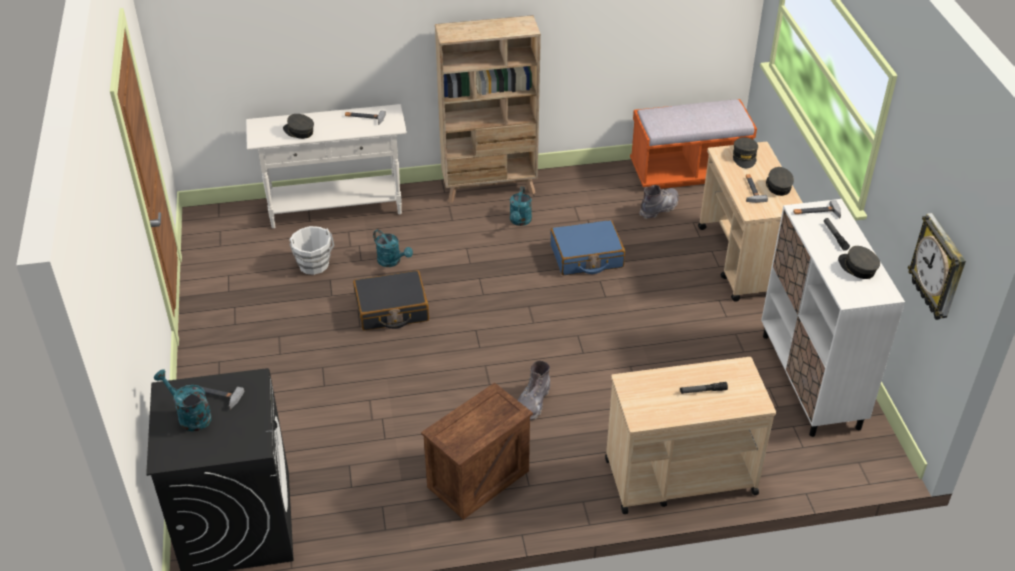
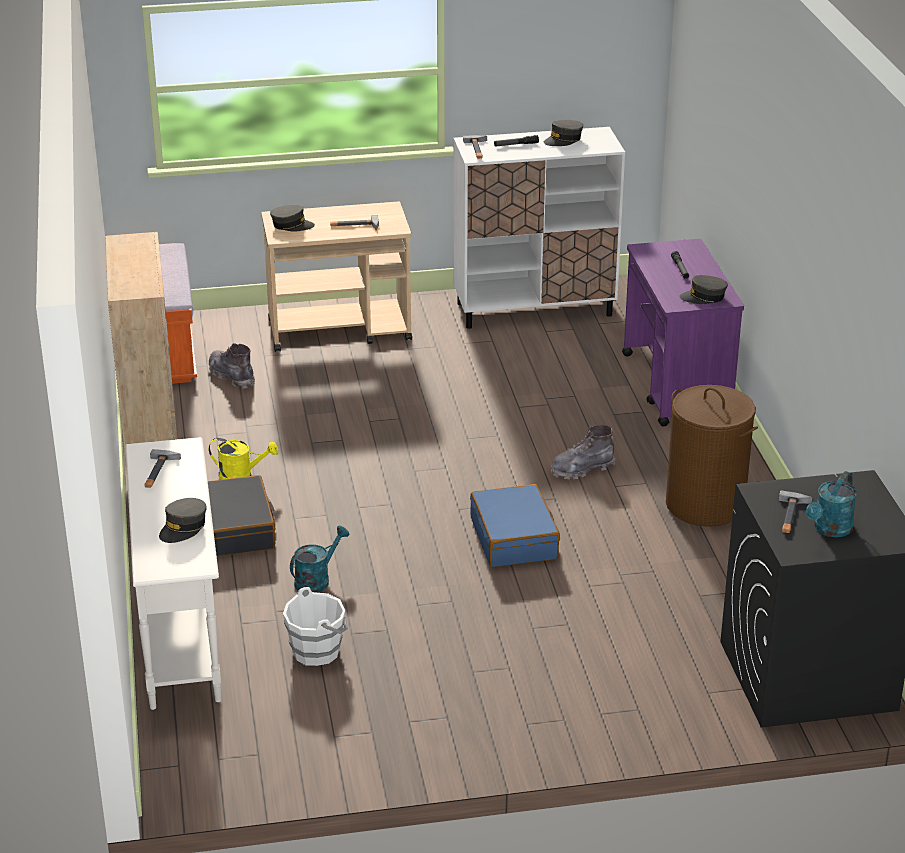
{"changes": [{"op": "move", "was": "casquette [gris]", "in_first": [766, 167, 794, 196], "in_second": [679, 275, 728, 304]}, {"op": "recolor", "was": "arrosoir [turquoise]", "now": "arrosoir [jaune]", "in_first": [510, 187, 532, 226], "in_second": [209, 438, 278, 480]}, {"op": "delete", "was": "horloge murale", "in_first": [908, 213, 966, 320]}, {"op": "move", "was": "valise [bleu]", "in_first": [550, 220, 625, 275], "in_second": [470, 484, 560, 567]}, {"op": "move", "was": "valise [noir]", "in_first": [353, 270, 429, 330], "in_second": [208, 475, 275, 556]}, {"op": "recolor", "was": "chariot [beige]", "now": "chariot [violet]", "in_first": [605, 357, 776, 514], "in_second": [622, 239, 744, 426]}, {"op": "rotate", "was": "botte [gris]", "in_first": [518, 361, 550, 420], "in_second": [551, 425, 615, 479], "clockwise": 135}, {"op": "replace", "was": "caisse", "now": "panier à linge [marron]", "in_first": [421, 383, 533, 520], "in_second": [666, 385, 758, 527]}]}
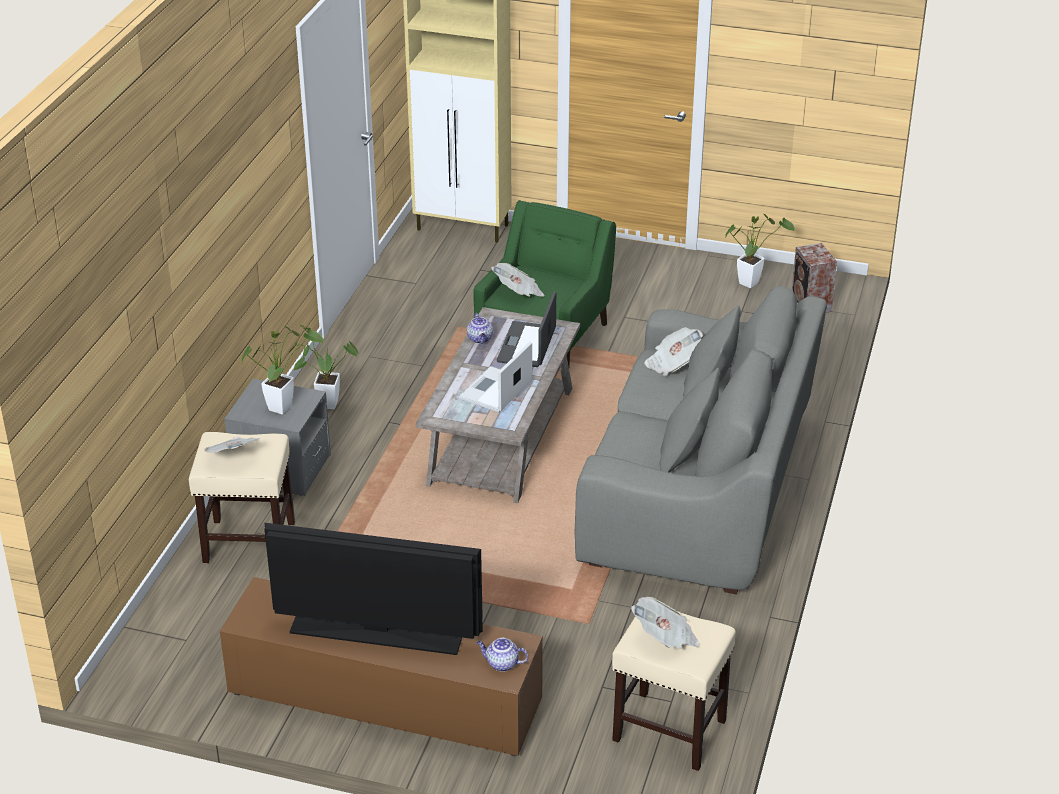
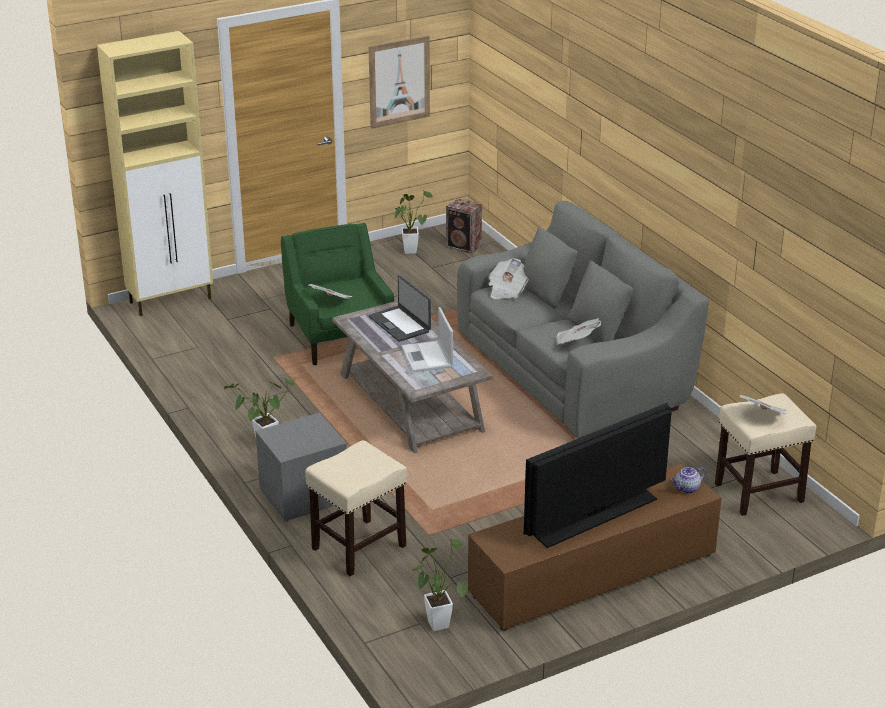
{"changes": [{"op": "delete", "was": "théière", "in_first": [467, 313, 493, 344]}, {"op": "move", "was": "plante en pot", "in_first": [242, 326, 323, 415], "in_second": [412, 539, 468, 631]}, {"op": "move", "was": "journal", "in_first": [204, 437, 260, 453], "in_second": [556, 318, 601, 345]}, {"op": "insert", "now": "tableau", "in_second": [368, 35, 430, 129]}]}
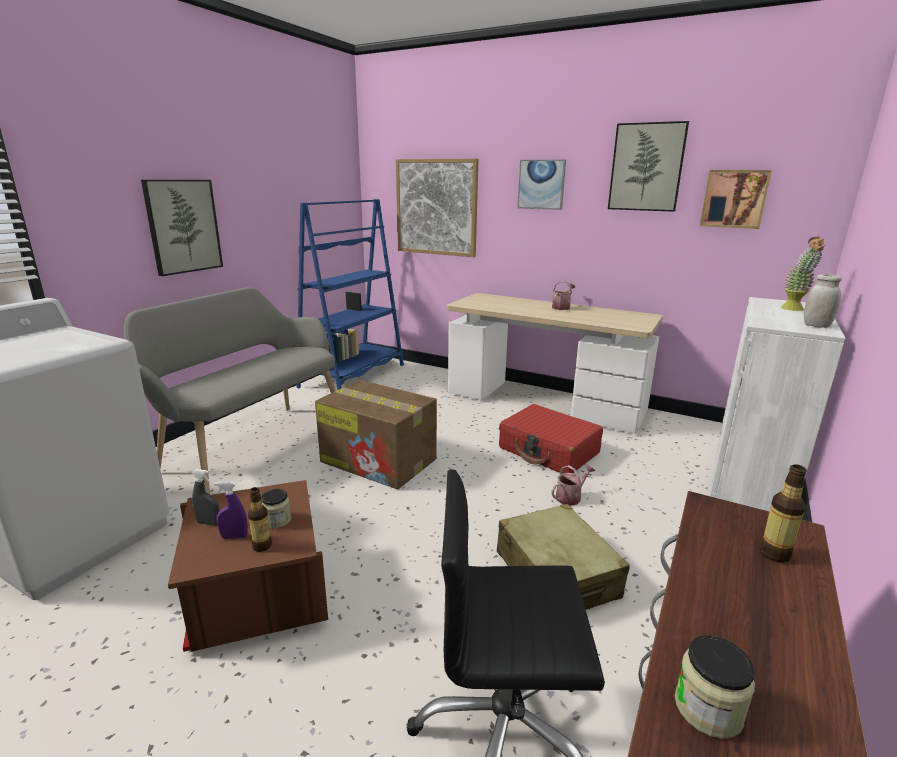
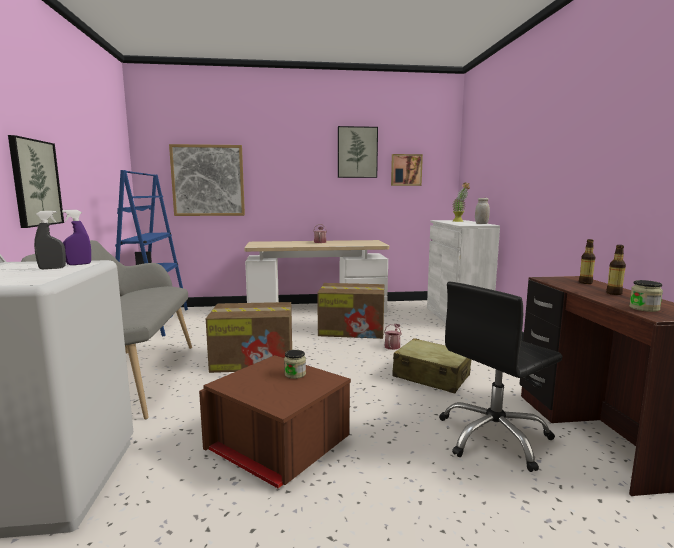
{"changes": [{"op": "delete", "was": "tableau", "in_first": [517, 160, 566, 210]}, {"op": "replace", "was": "valise [rouge]", "now": "carton", "in_first": [499, 404, 603, 473], "in_second": [317, 283, 384, 339]}, {"op": "move", "was": "vaporisateur [gris]", "in_first": [191, 469, 220, 526], "in_second": [34, 211, 66, 269]}, {"op": "move", "was": "vaporisateur [violet]", "in_first": [214, 482, 248, 539], "in_second": [62, 210, 91, 265]}, {"op": "move", "was": "bouteille", "in_first": [248, 487, 272, 552], "in_second": [606, 245, 626, 295]}]}
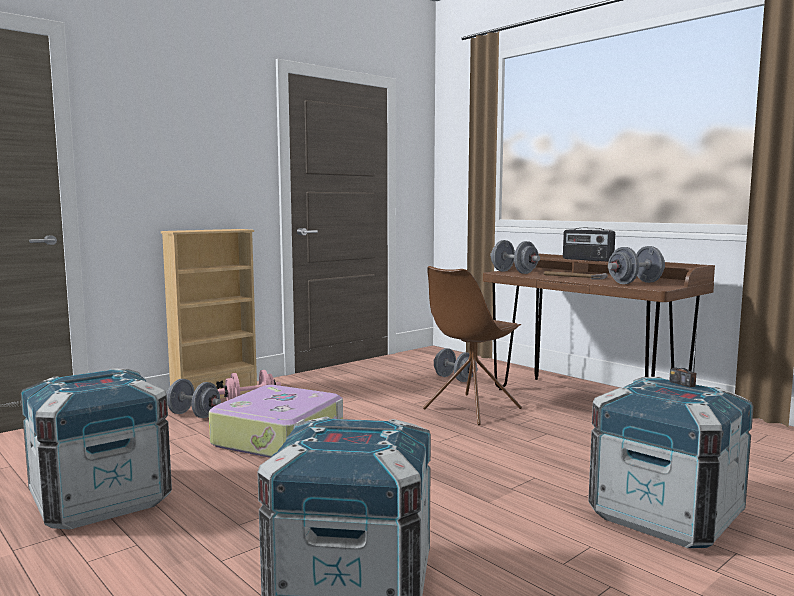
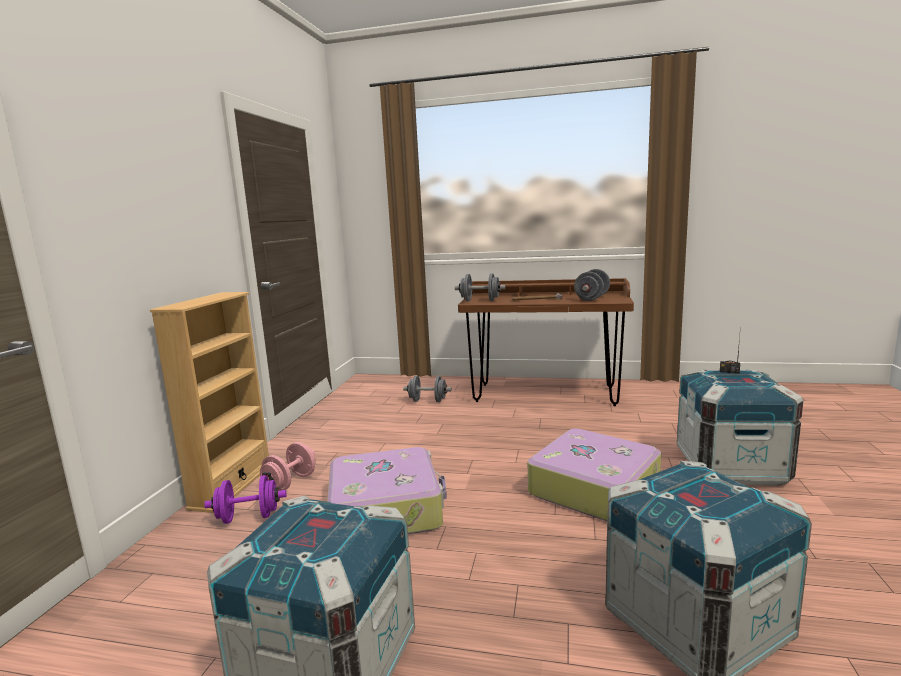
{"changes": [{"op": "delete", "was": "radio", "in_first": [563, 228, 615, 261]}, {"op": "delete", "was": "chaise [marron]", "in_first": [423, 266, 522, 425]}, {"op": "recolor", "was": "haltère [gris]", "now": "haltère [violet]", "in_first": [167, 379, 221, 418], "in_second": [204, 475, 286, 524]}, {"op": "insert", "now": "valise", "in_second": [527, 429, 661, 521]}]}
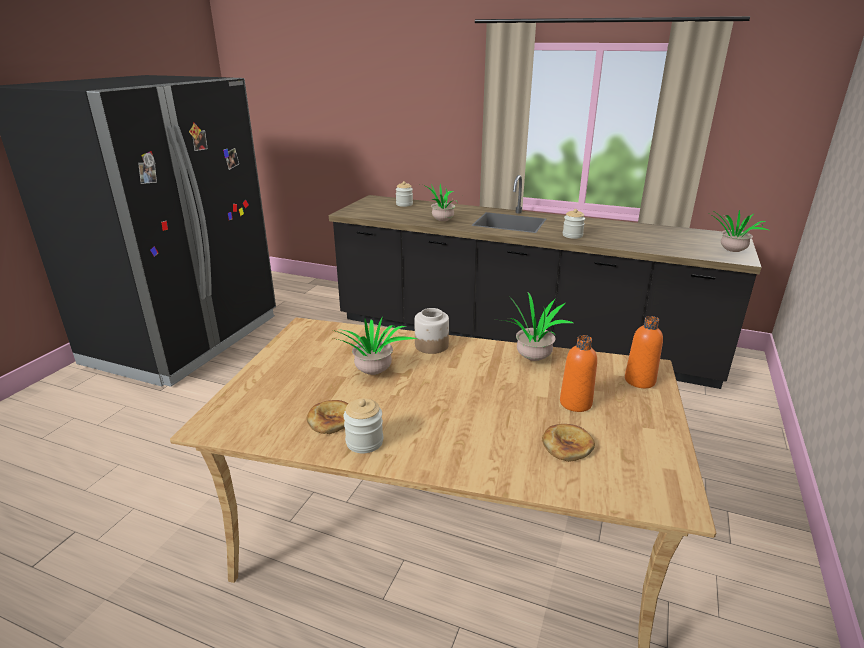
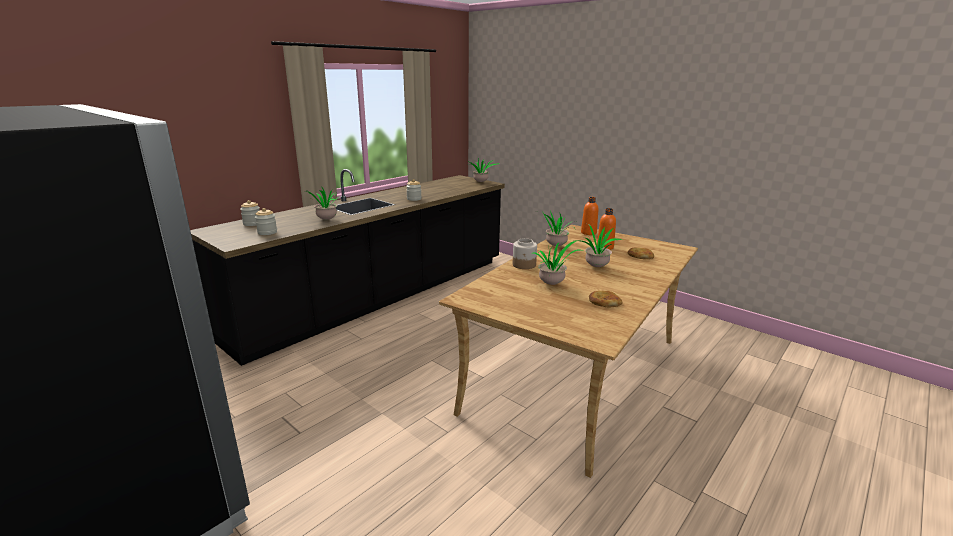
{"changes": [{"op": "move", "was": "bocal", "in_first": [343, 398, 383, 453], "in_second": [255, 208, 277, 235]}, {"op": "insert", "now": "plante en pot", "in_second": [574, 224, 622, 267]}]}
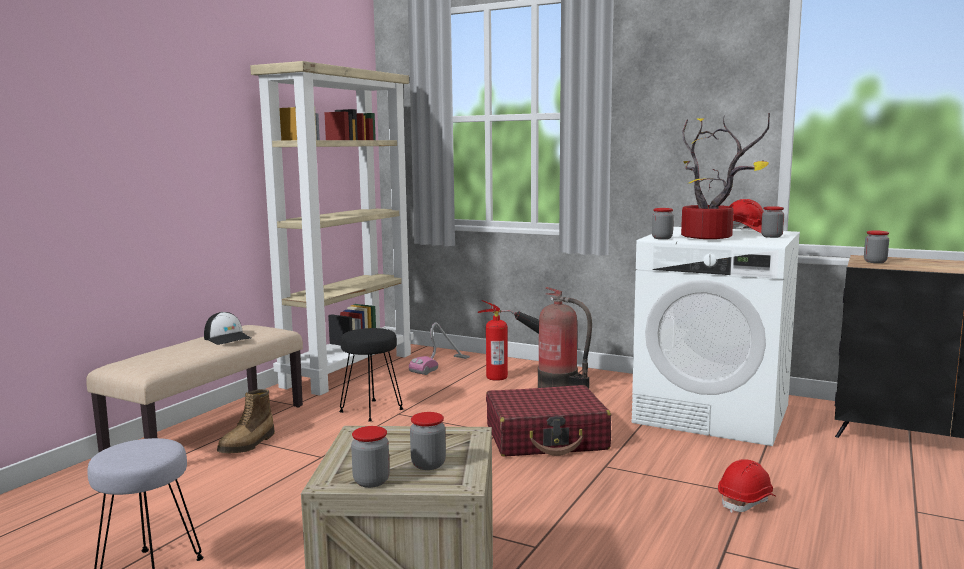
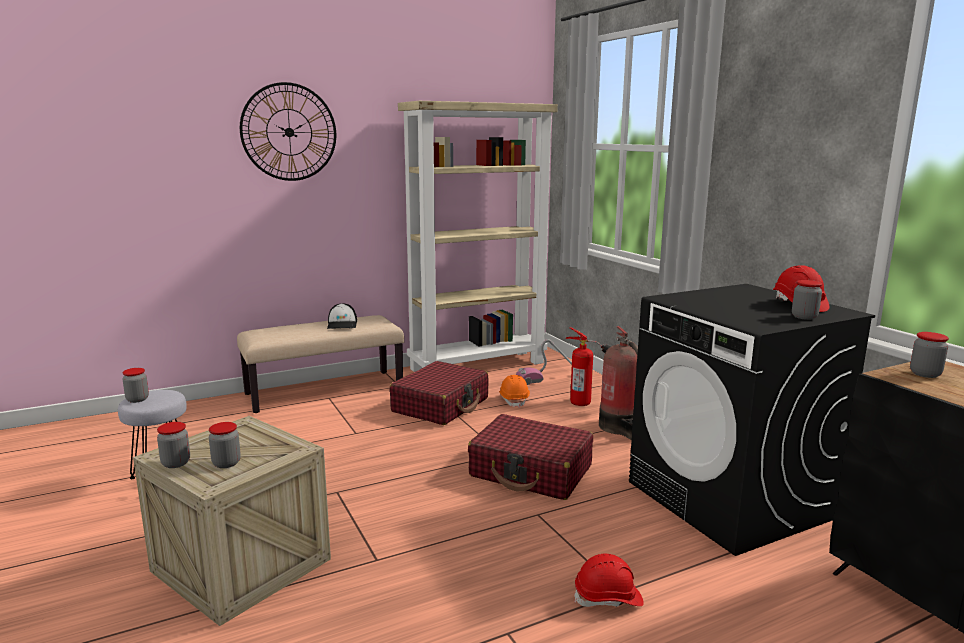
{"changes": [{"op": "delete", "was": "plante en pot", "in_first": [681, 113, 770, 239]}, {"op": "move", "was": "bocal", "in_first": [652, 208, 674, 239], "in_second": [122, 368, 149, 403]}, {"op": "recolor", "was": "lave-linge [blanc]", "now": "lave-linge [noir]", "in_first": [632, 227, 800, 446], "in_second": [629, 284, 875, 556]}, {"op": "replace", "was": "tabouret [noir]", "now": "valise [rouge]", "in_first": [339, 328, 403, 422], "in_second": [390, 361, 488, 425]}, {"op": "delete", "was": "botte", "in_first": [217, 389, 275, 453]}, {"op": "insert", "now": "horloge murale", "in_second": [240, 82, 336, 181]}, {"op": "insert", "now": "casque de chantier [orange]", "in_second": [499, 375, 530, 408]}]}
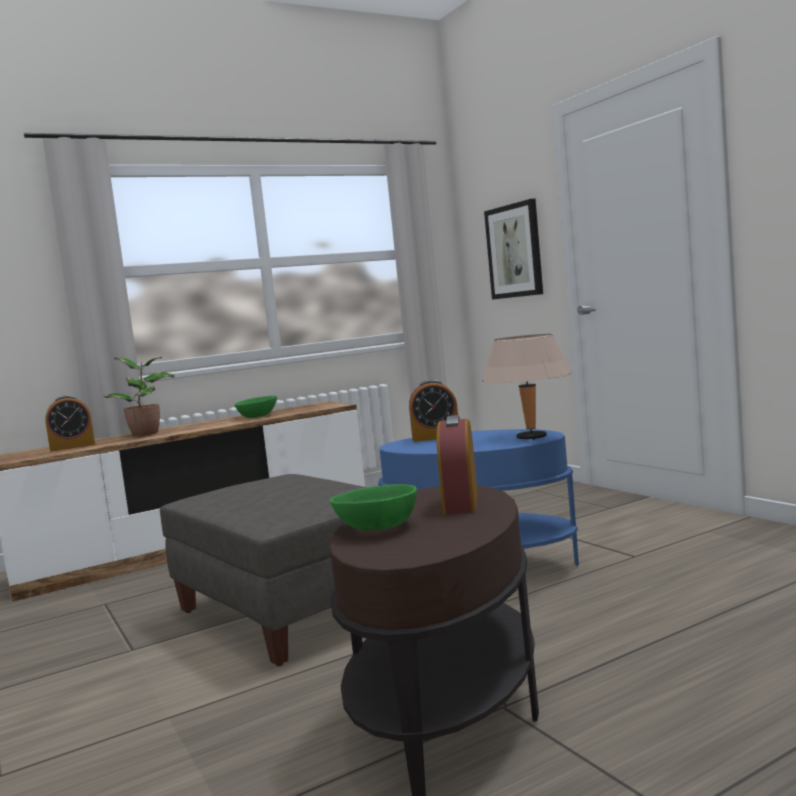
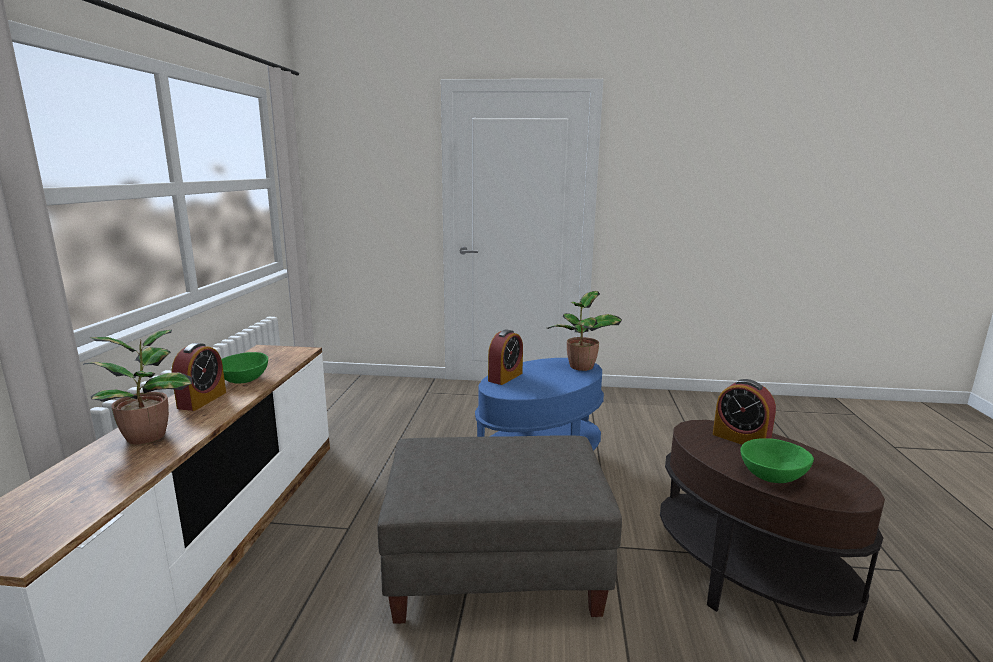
{"changes": [{"op": "delete", "was": "tableau", "in_first": [484, 199, 543, 300]}, {"op": "replace", "was": "lampe de table [beige]", "now": "plante en pot", "in_first": [482, 334, 572, 440], "in_second": [548, 291, 622, 371]}, {"op": "move", "was": "réveil", "in_first": [46, 395, 95, 452], "in_second": [171, 343, 226, 411]}]}
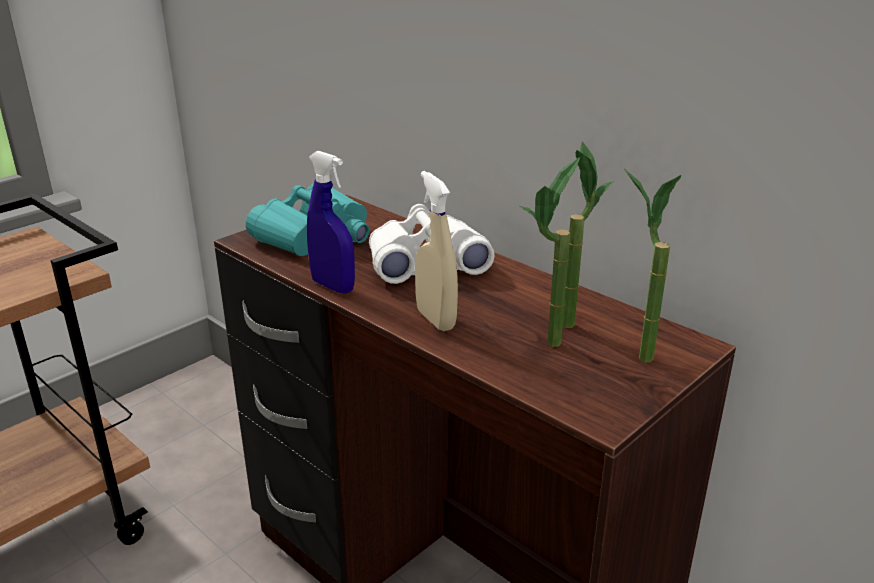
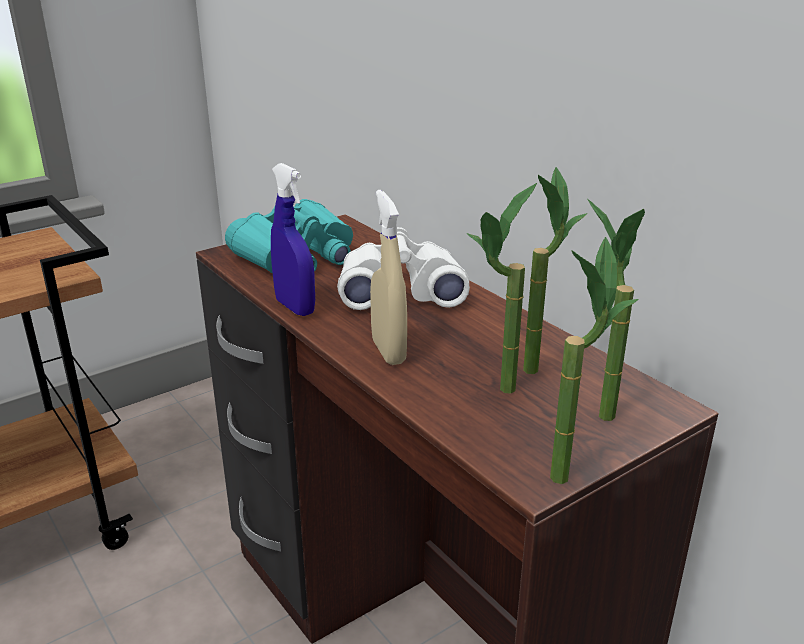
{"changes": [{"op": "insert", "now": "plante en pot", "in_second": [550, 237, 639, 484]}]}
